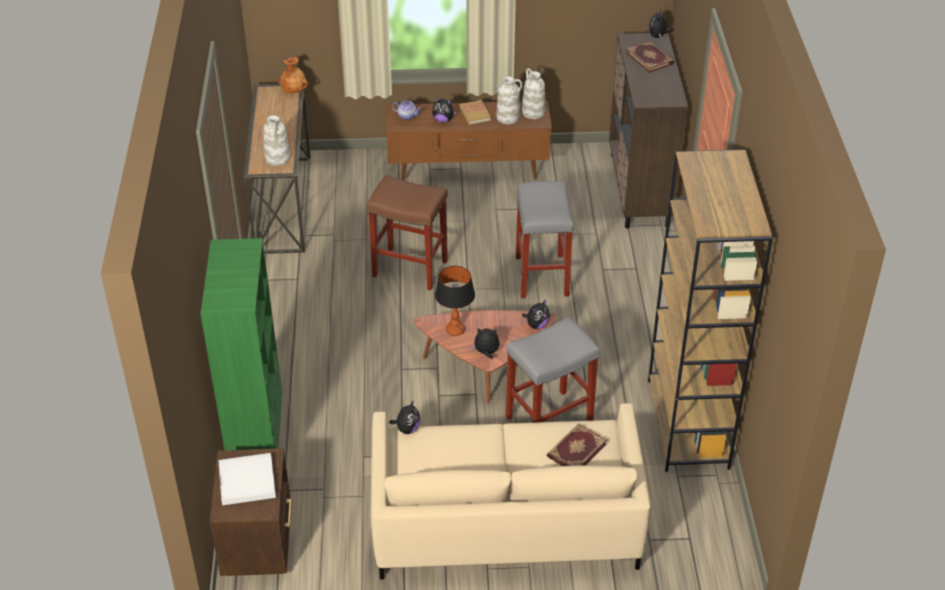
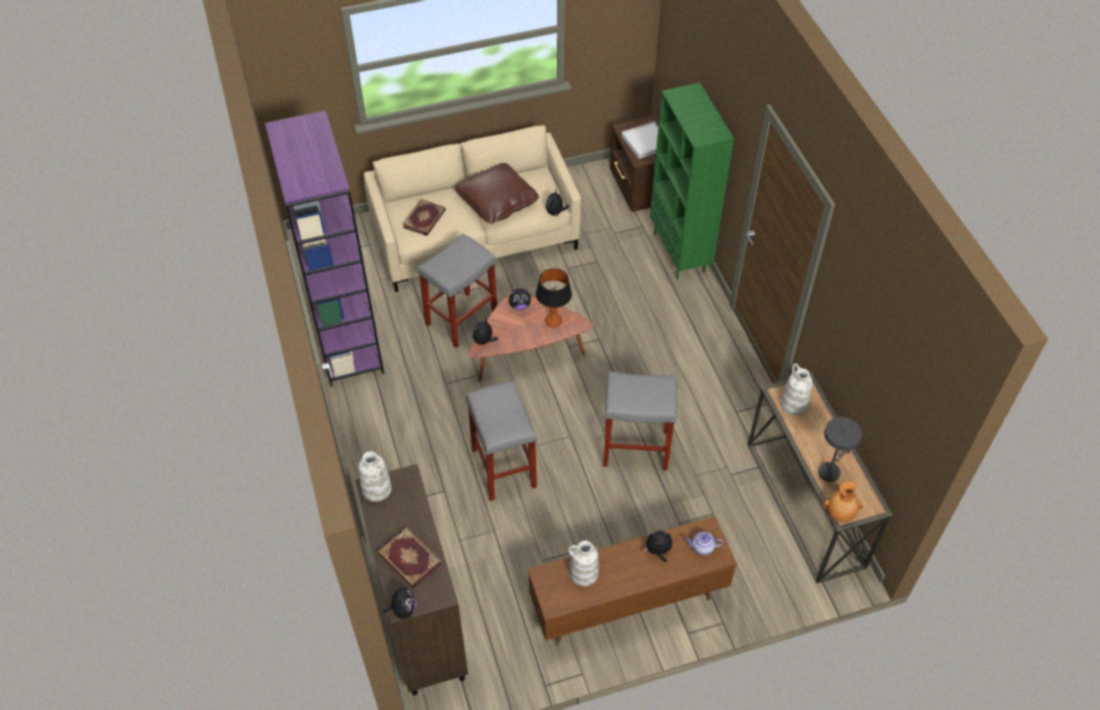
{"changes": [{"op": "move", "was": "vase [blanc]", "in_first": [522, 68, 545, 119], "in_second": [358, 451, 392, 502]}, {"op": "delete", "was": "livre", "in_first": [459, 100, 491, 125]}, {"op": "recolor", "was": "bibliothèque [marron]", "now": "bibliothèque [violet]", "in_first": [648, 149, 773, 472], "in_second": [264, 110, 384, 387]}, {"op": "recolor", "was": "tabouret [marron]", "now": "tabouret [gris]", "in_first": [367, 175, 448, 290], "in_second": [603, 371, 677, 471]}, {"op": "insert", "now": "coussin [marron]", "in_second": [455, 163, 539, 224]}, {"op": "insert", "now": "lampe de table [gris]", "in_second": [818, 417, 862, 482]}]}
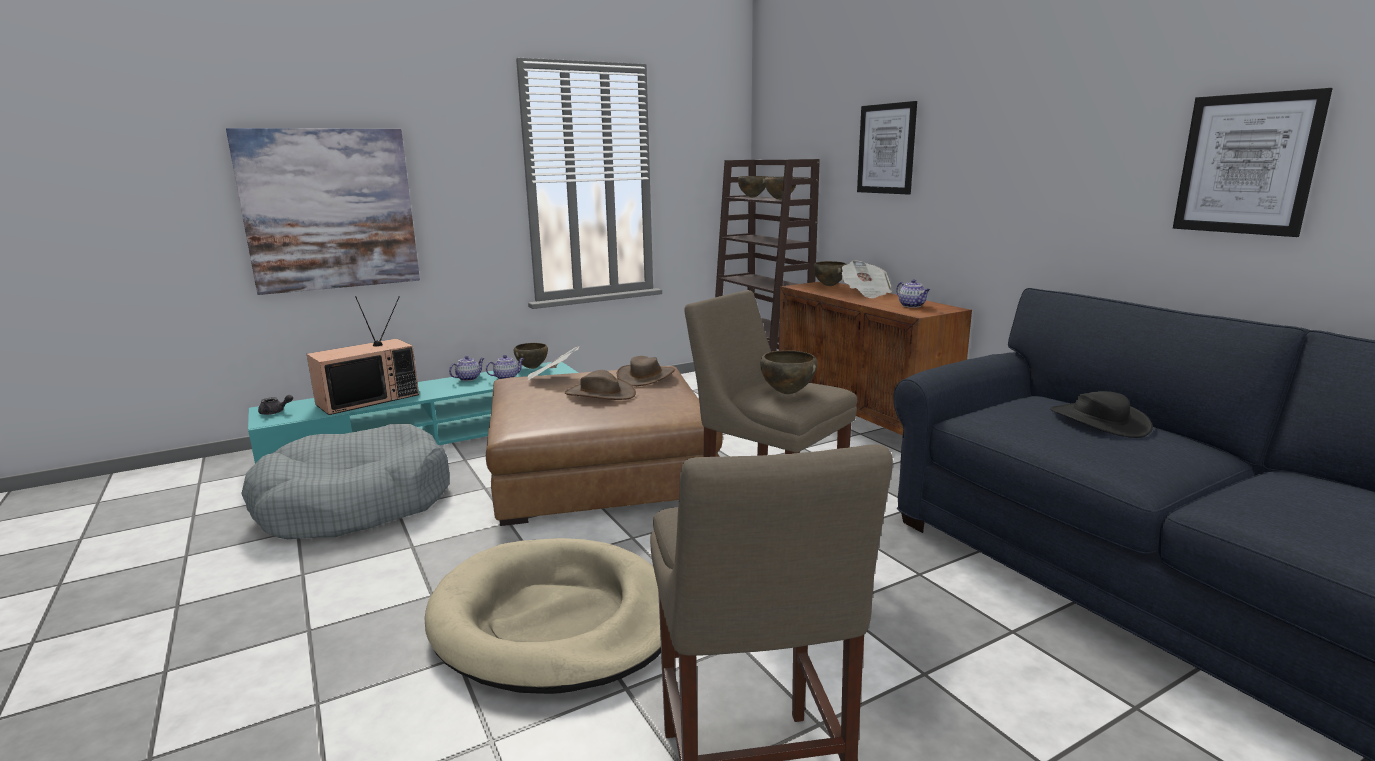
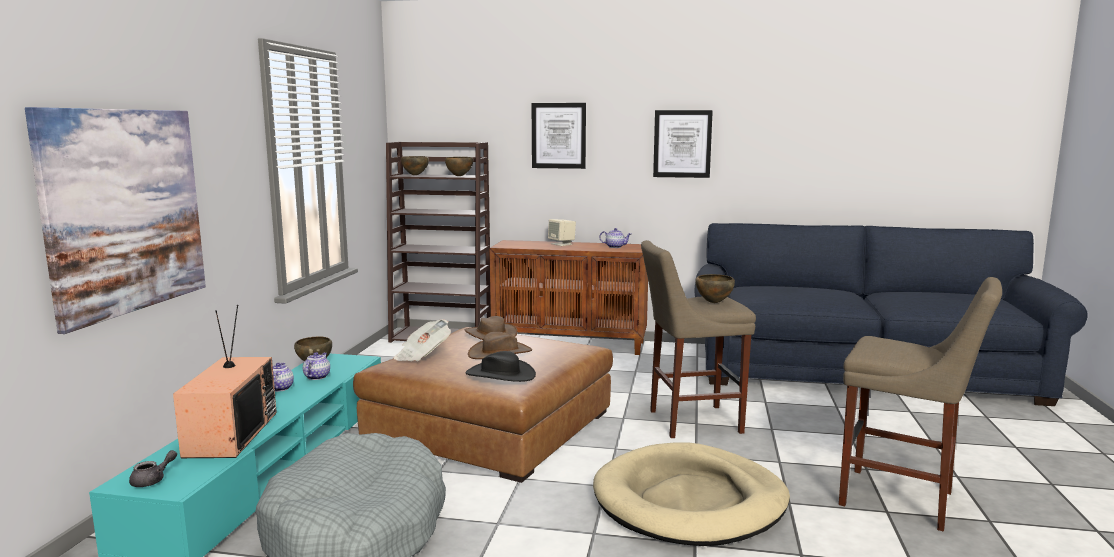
{"changes": [{"op": "move", "was": "tableau", "in_first": [1173, 88, 1333, 237], "in_second": [653, 110, 713, 178]}, {"op": "replace", "was": "journal", "now": "enceinte [beige]", "in_first": [842, 260, 892, 298], "in_second": [548, 219, 576, 246]}, {"op": "delete", "was": "bol [marron]", "in_first": [813, 261, 847, 286]}, {"op": "move", "was": "chapeau [noir]", "in_first": [1050, 391, 1153, 438], "in_second": [465, 351, 536, 382]}]}
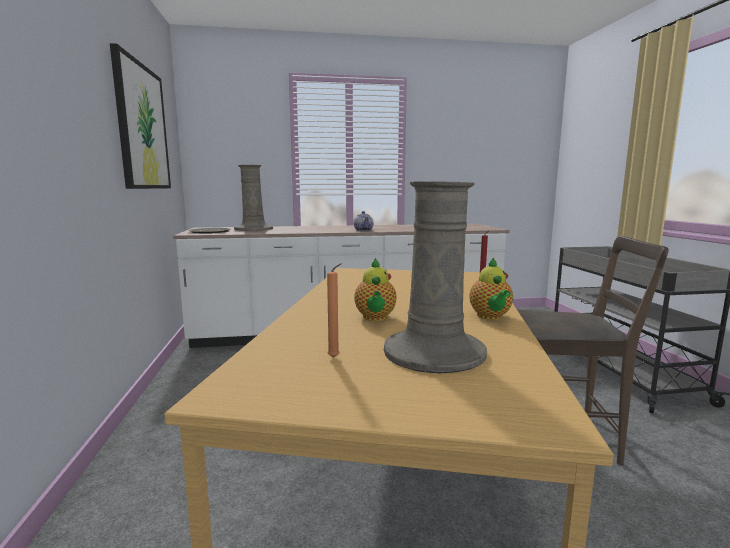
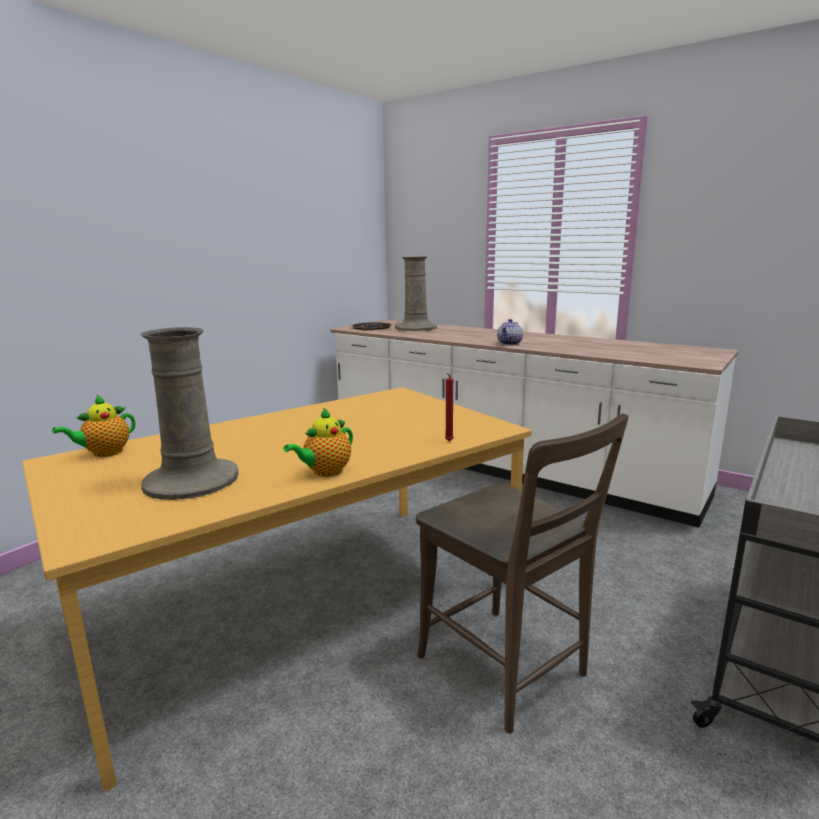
{"changes": [{"op": "delete", "was": "tableau", "in_first": [110, 43, 171, 189]}, {"op": "move", "was": "théière", "in_first": [354, 258, 397, 321], "in_second": [52, 395, 135, 457]}, {"op": "delete", "was": "bougie [orange]", "in_first": [327, 263, 342, 358]}]}
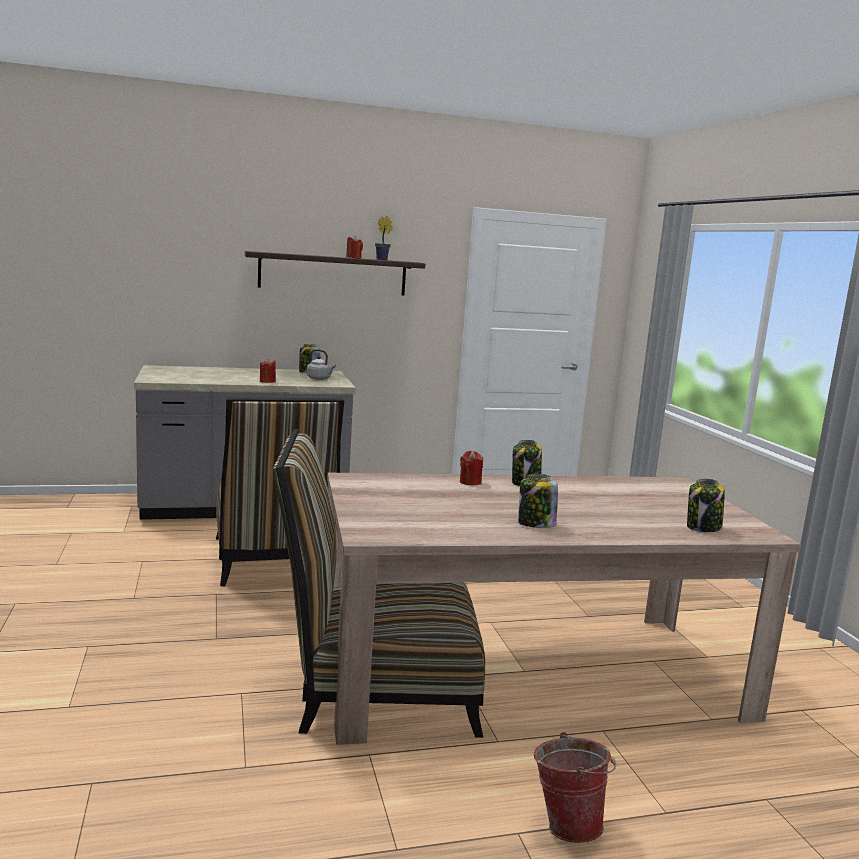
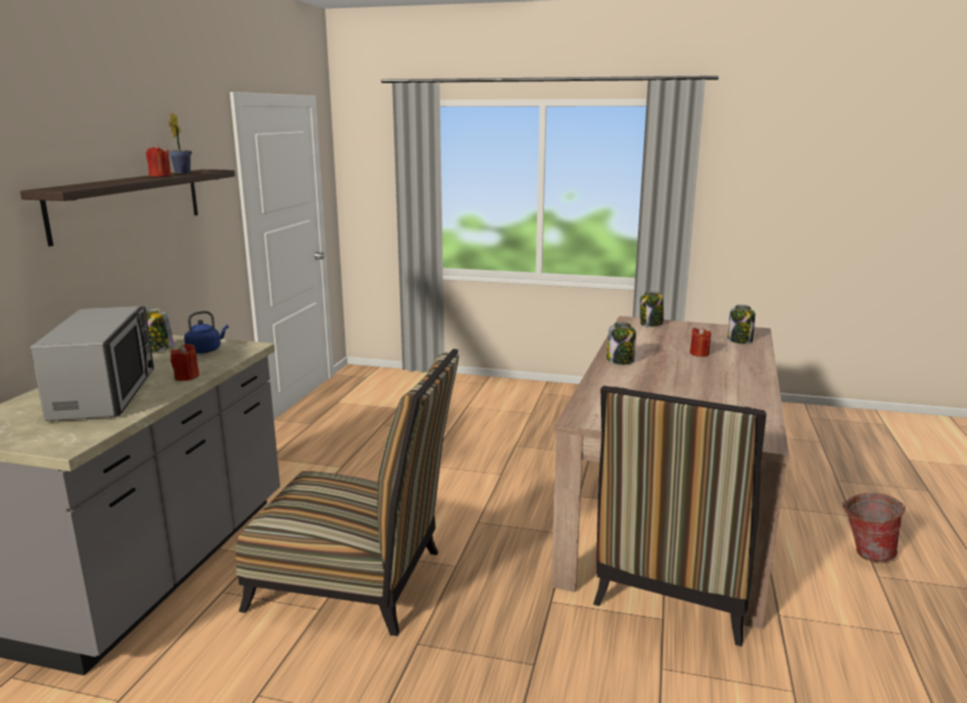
{"changes": [{"op": "recolor", "was": "bouilloire [gris]", "now": "bouilloire [bleu]", "in_first": [307, 349, 336, 380], "in_second": [184, 311, 229, 353]}, {"op": "move", "was": "bougie [rouge]", "in_first": [460, 451, 483, 485], "in_second": [690, 327, 711, 357]}, {"op": "move", "was": "bocal", "in_first": [518, 474, 558, 528], "in_second": [640, 291, 664, 327]}, {"op": "insert", "now": "micro-ondes", "in_second": [30, 306, 154, 421]}]}
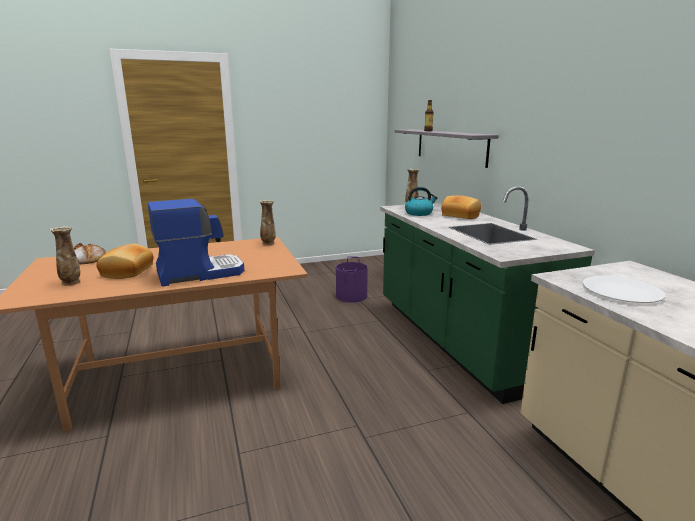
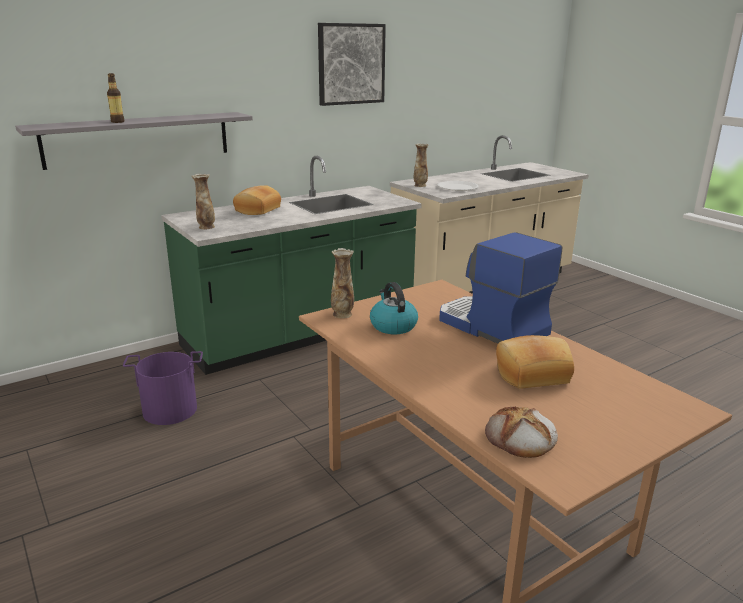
{"changes": [{"op": "move", "was": "bouilloire", "in_first": [405, 187, 437, 216], "in_second": [370, 282, 418, 334]}, {"op": "move", "was": "vase", "in_first": [50, 226, 80, 286], "in_second": [414, 143, 429, 187]}, {"op": "insert", "now": "tableau", "in_second": [318, 23, 386, 106]}]}
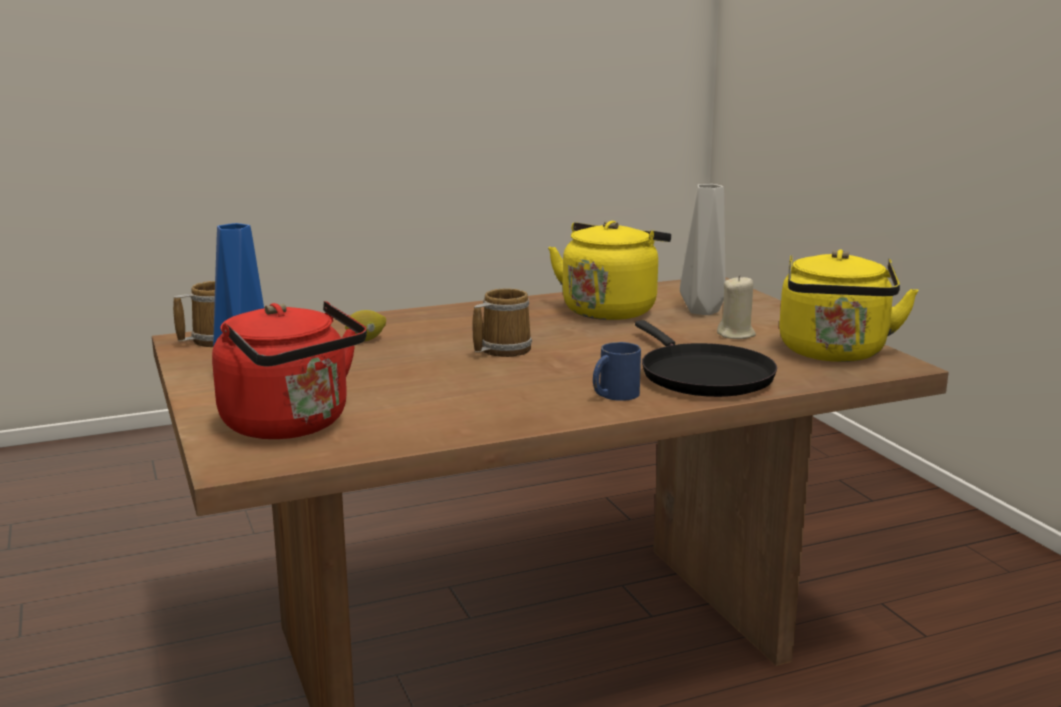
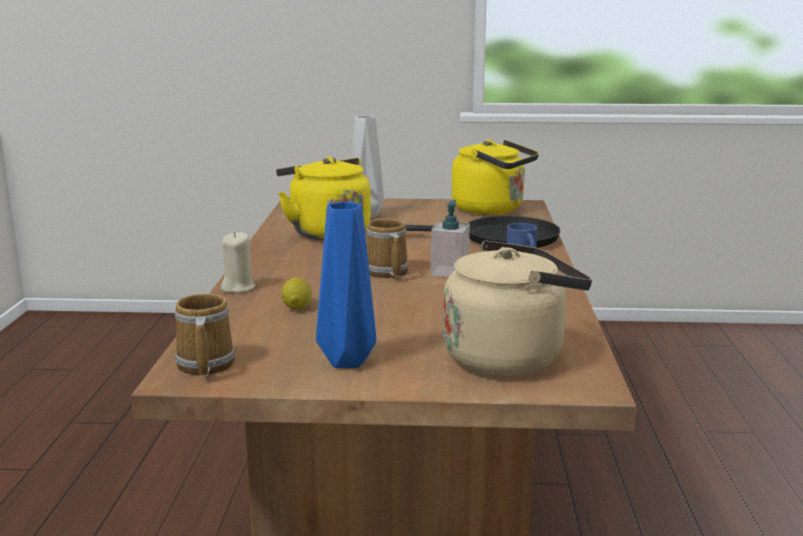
{"changes": [{"op": "move", "was": "bougie [beige]", "in_first": [717, 275, 756, 339], "in_second": [220, 232, 255, 293]}, {"op": "recolor", "was": "bouilloire [rouge]", "now": "bouilloire [beige]", "in_first": [212, 301, 367, 439], "in_second": [443, 240, 592, 376]}, {"op": "insert", "now": "distributeur de savon", "in_second": [431, 200, 470, 277]}]}
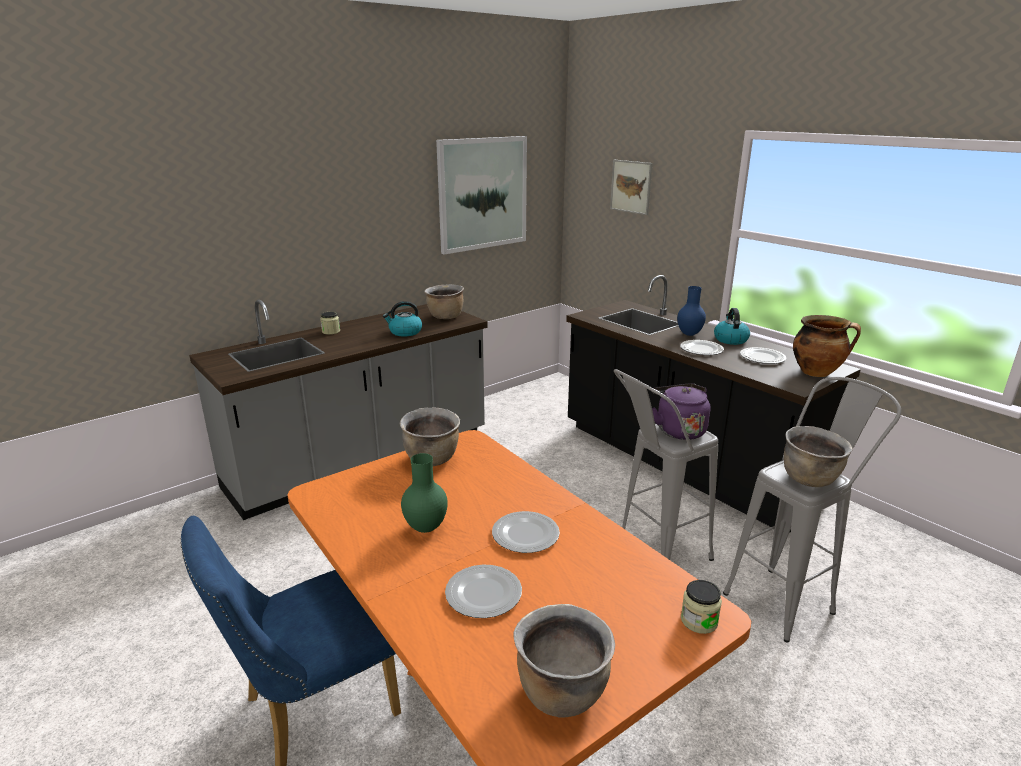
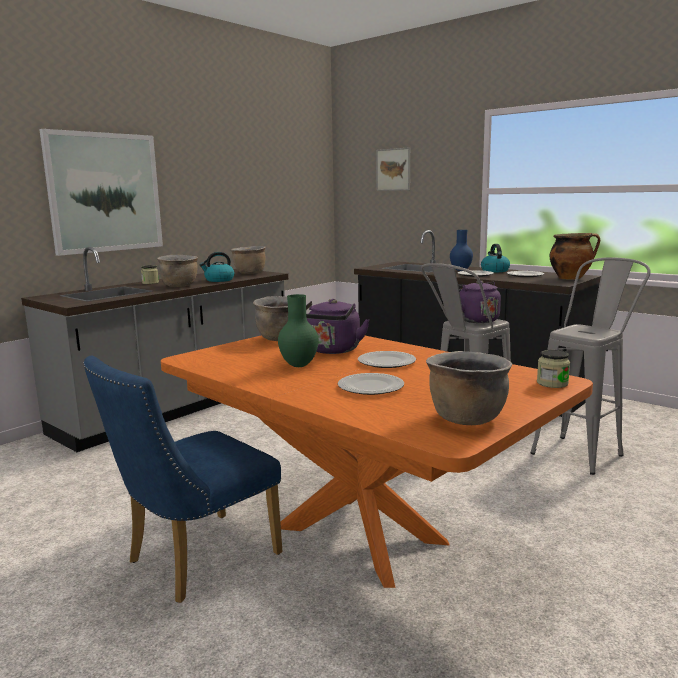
{"changes": [{"op": "move", "was": "tableau", "in_first": [436, 136, 527, 255], "in_second": [39, 129, 163, 256]}, {"op": "move", "was": "marmite [marron]", "in_first": [784, 426, 853, 487], "in_second": [157, 255, 198, 287]}, {"op": "insert", "now": "bouilloire [violet]", "in_second": [306, 299, 370, 354]}]}
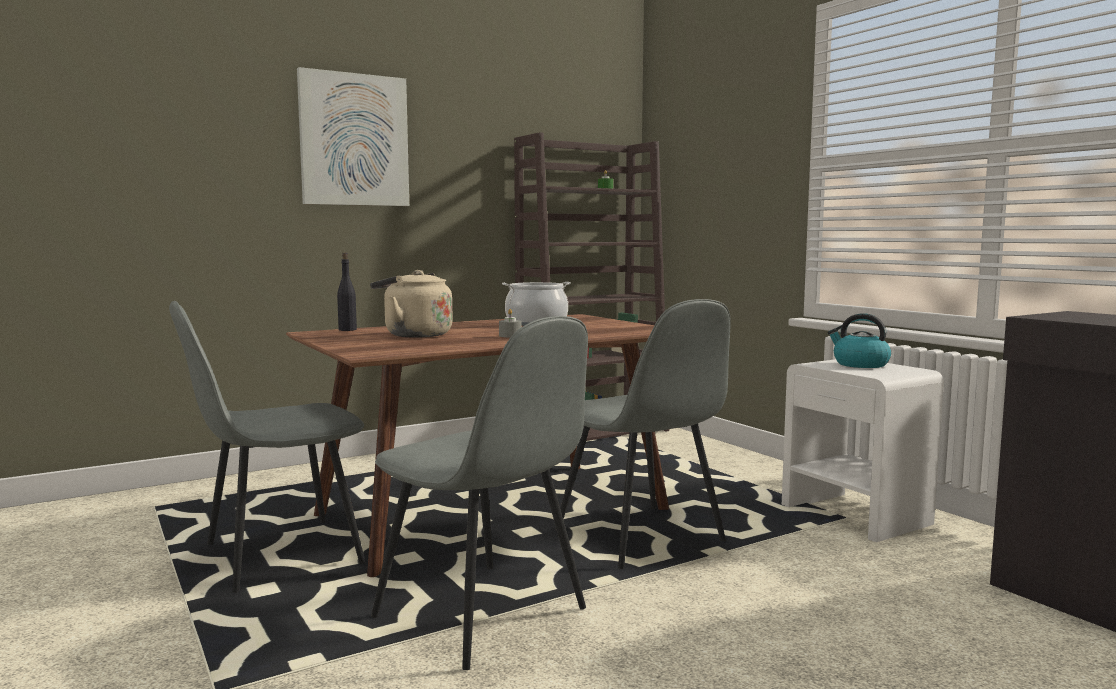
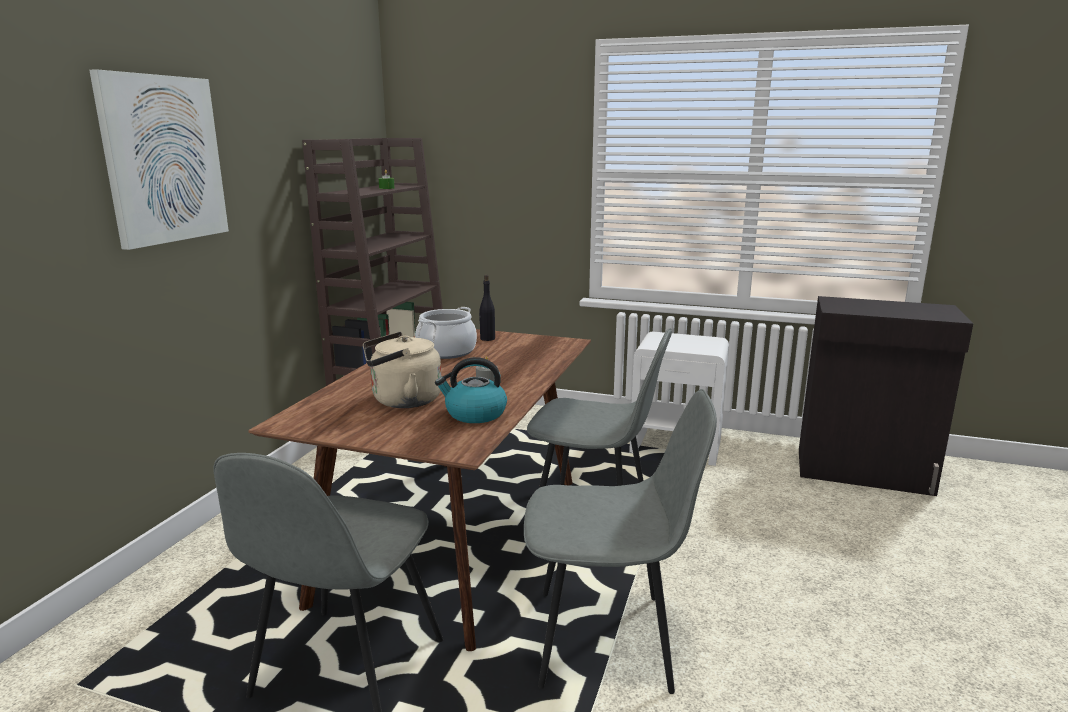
{"changes": [{"op": "move", "was": "bouteille [noir]", "in_first": [337, 253, 357, 331], "in_second": [479, 275, 495, 341]}, {"op": "move", "was": "bouilloire", "in_first": [828, 313, 891, 368], "in_second": [435, 357, 507, 423]}]}
